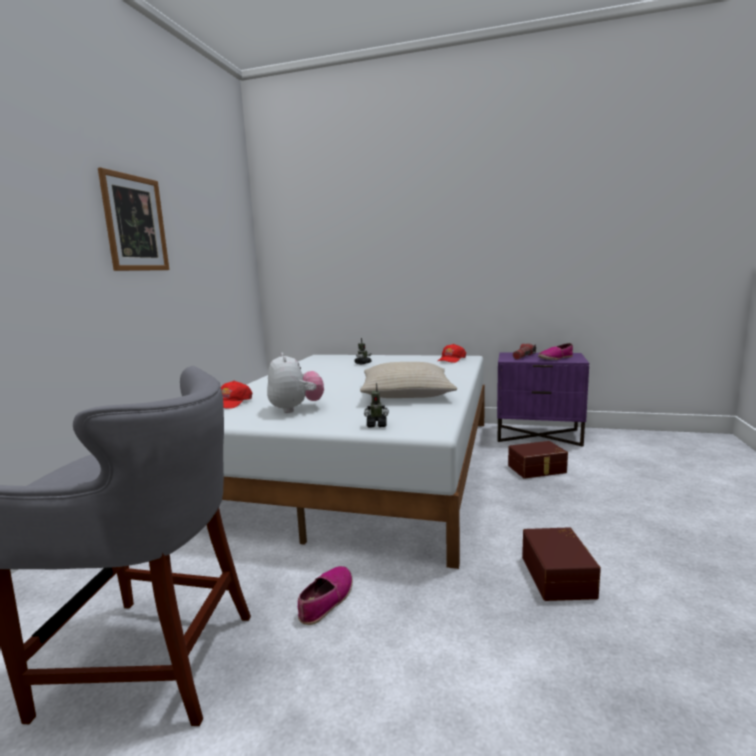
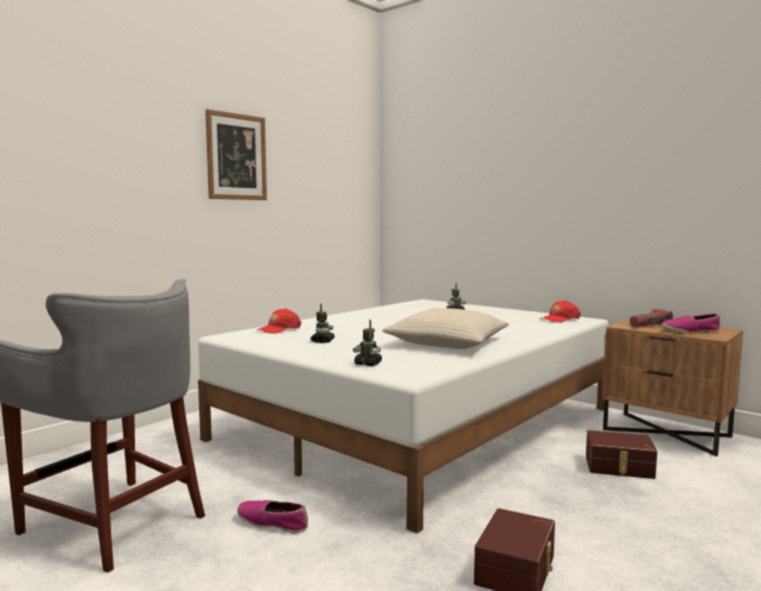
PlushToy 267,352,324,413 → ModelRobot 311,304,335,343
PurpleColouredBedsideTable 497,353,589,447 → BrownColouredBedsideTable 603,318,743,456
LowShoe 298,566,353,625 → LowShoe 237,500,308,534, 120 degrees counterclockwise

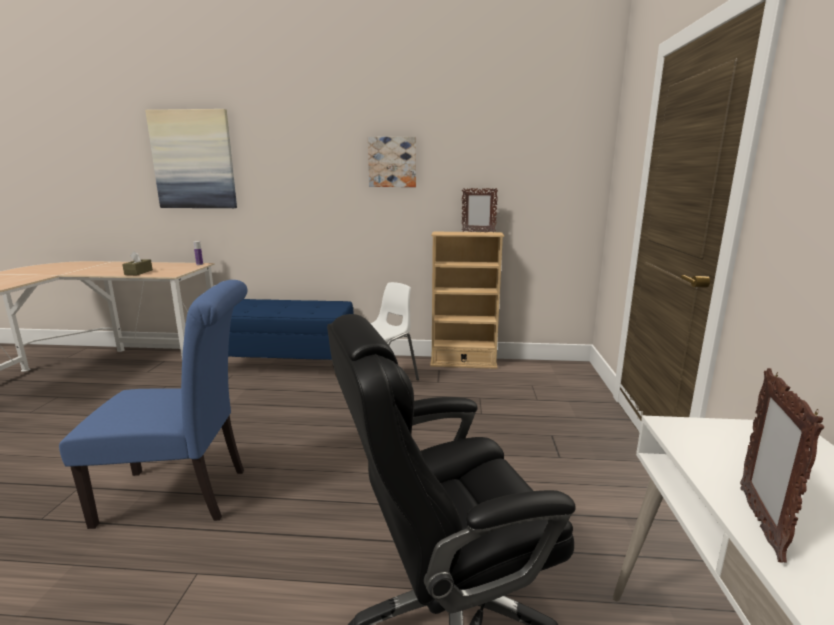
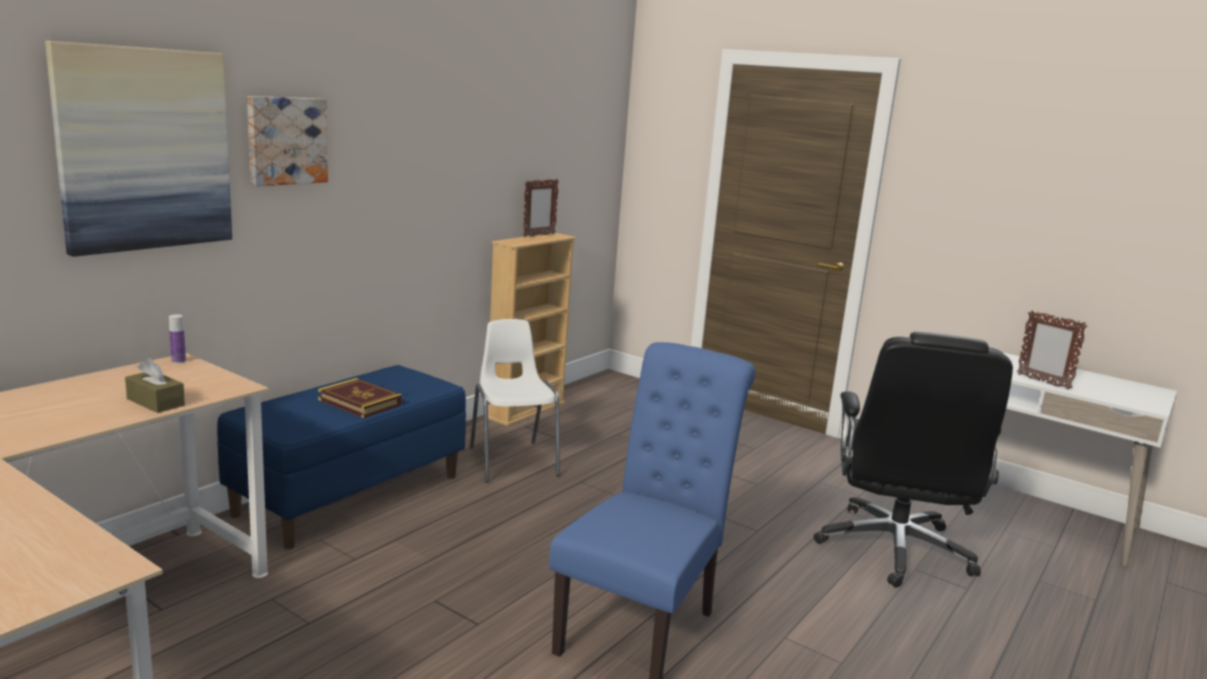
- → Volume 318,378,402,418
WallPicture 368,137,416,187 → WallPicture 247,96,328,186, relocated

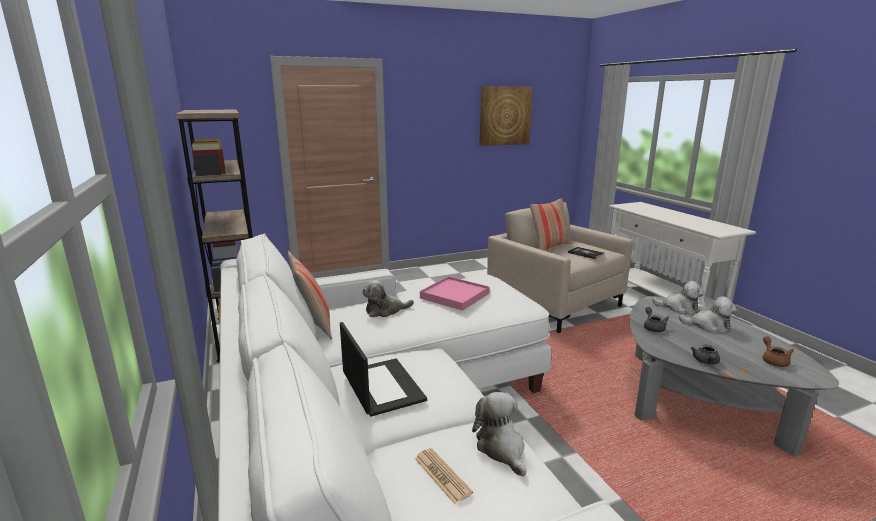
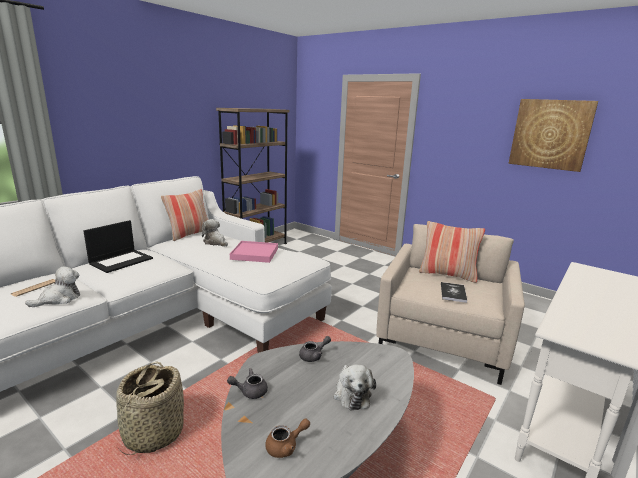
PlushToy 652,281,704,314 → -
- → StorageBasket 116,361,184,455

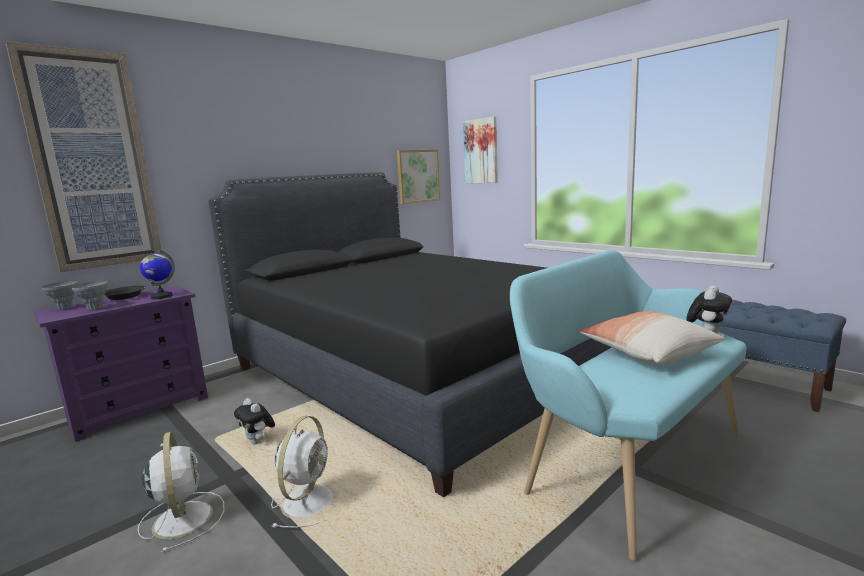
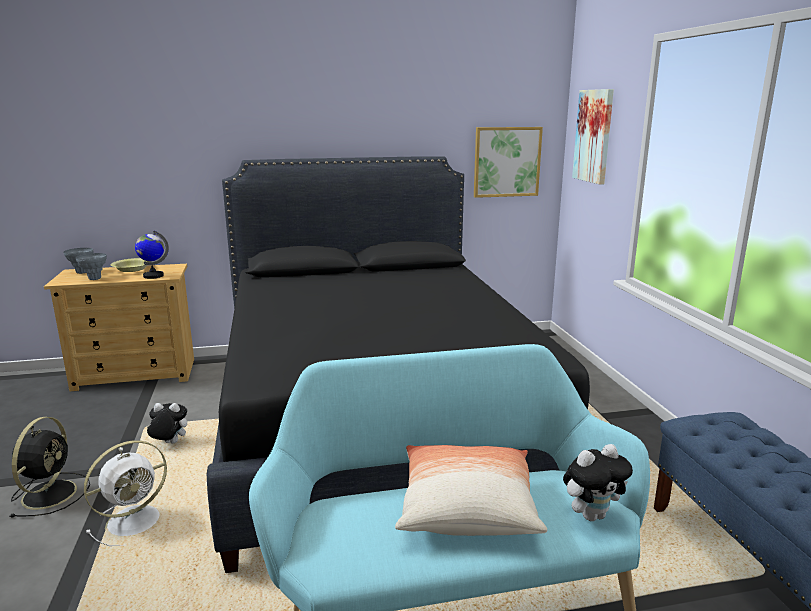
WallPicture 5,42,162,272 → -
PurpleColouredDresser 33,286,208,442 → BeigeDresser 44,264,194,392
BlackBowl 104,286,146,300 → YellowColouredBowl 111,258,152,272
WhitishElectricFan 137,432,224,553 → BlackElectricFan 10,417,90,517
PlushToy 234,398,275,444 → PlushToy 147,403,187,444, 105 degrees clockwise

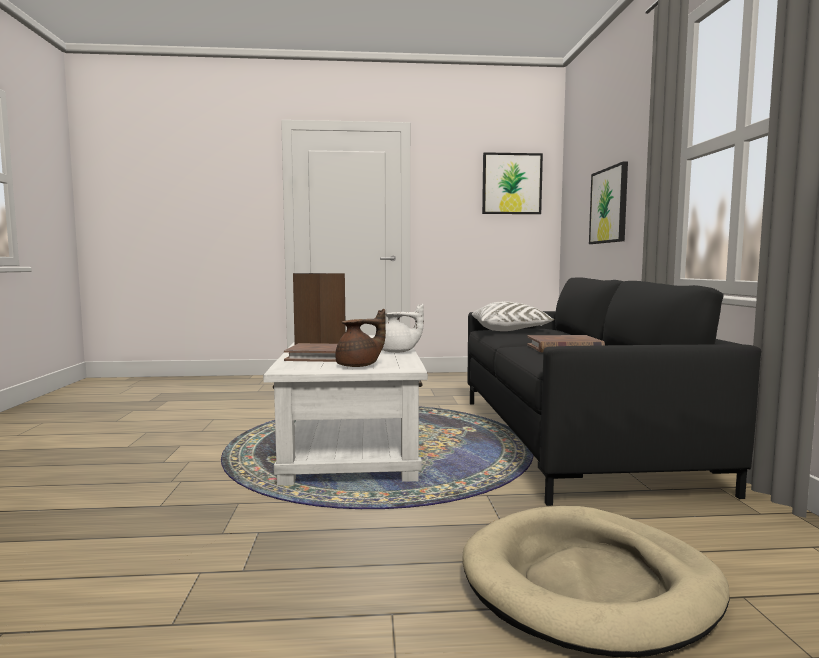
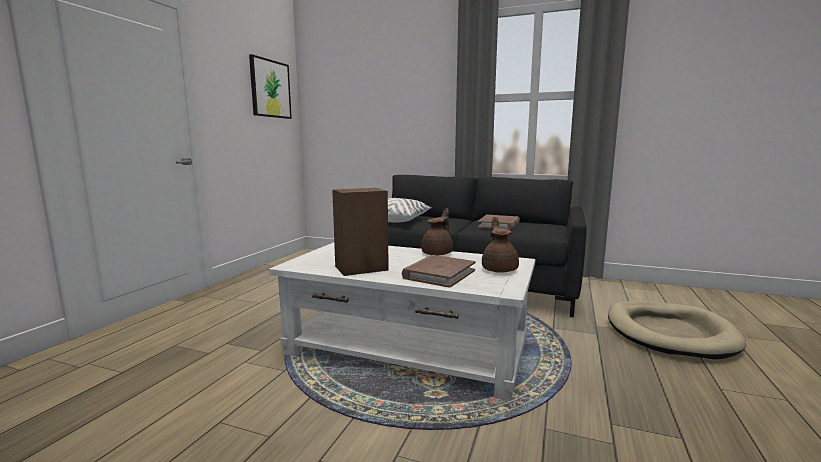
WallPicture 589,161,628,244 → -
WhitishTeapot 382,304,424,353 → BrownColouredTeapot 421,208,453,255

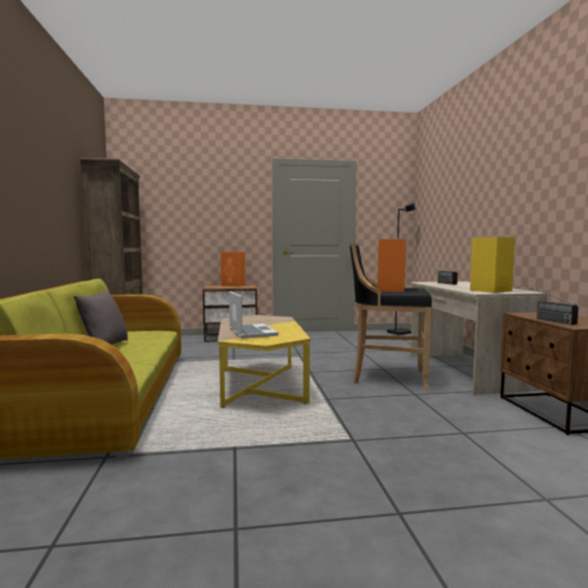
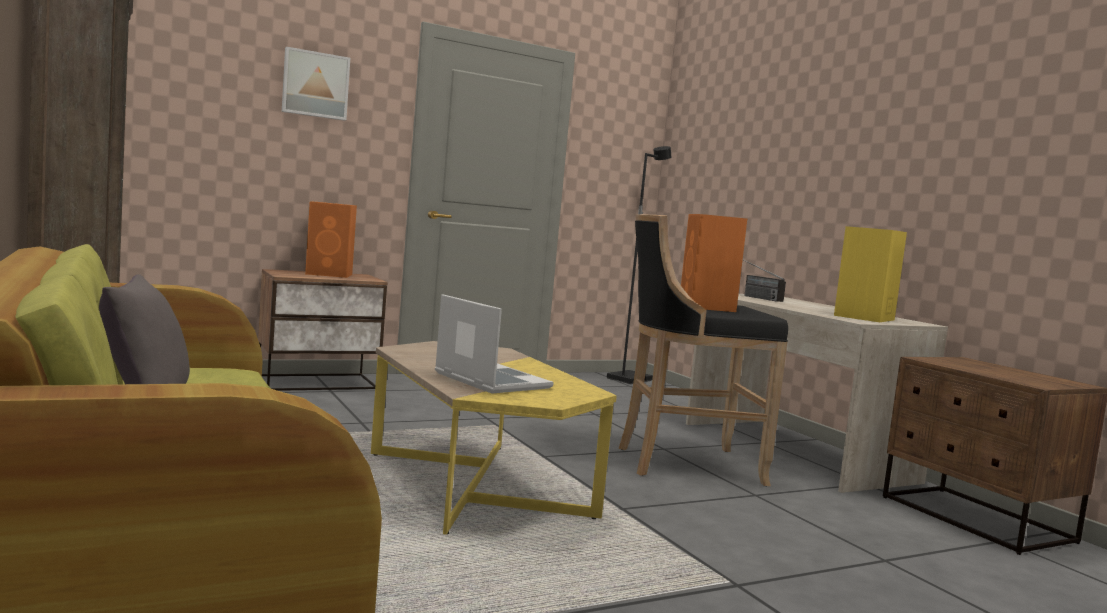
RadioReceiver 528,286,579,325 → -
- → WallPicture 282,47,350,121

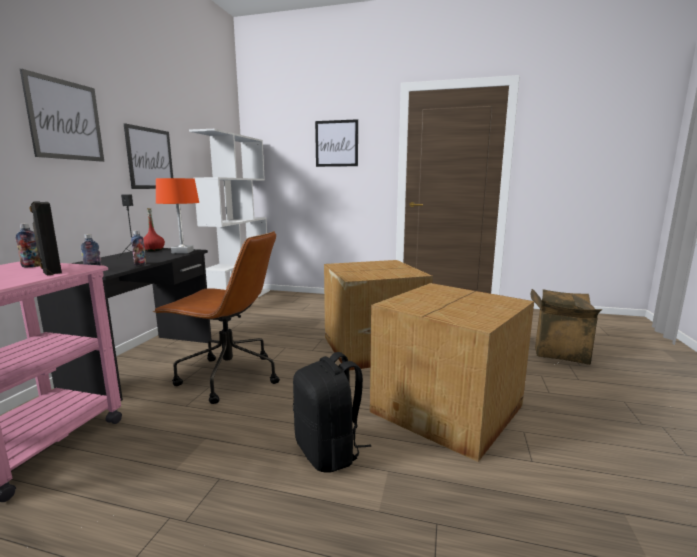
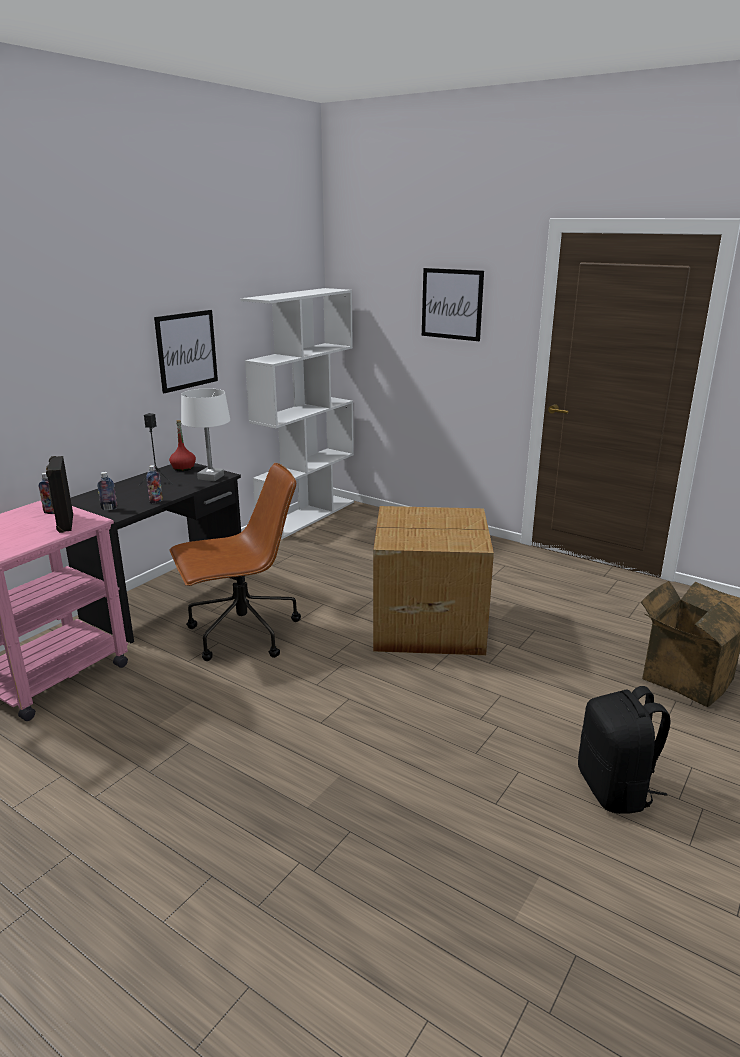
WallPicture 20,69,104,162 → -
CardboardBox 370,283,534,462 → -
BlackRucksack 293,352,371,473 → BlackRucksack 578,686,671,814, relocated
OrangeyTabletopLamp 156,178,199,253 → WhitishTabletopLamp 181,388,230,481
BrownColouredDeskChair 153,231,280,404 → BrownColouredDeskChair 170,463,301,661, 60 degrees counterclockwise

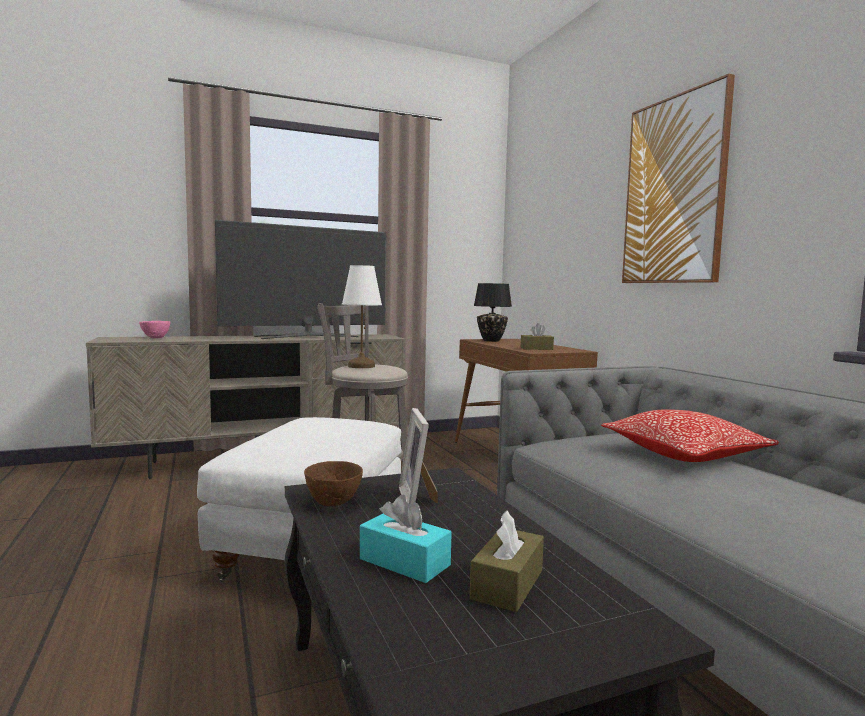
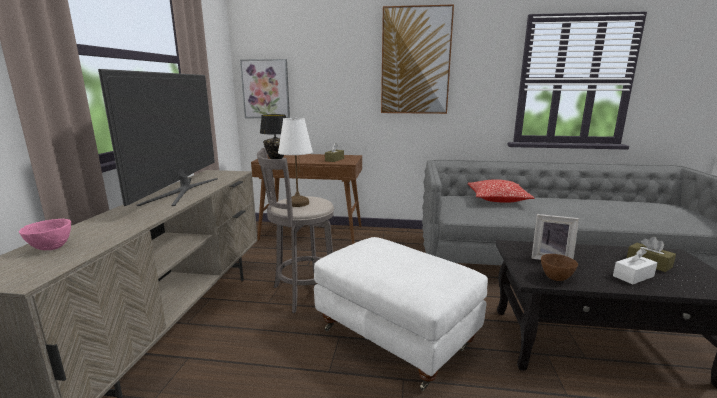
- → WallPicture 240,59,290,118
TurquoiseColouredBoxOfTissues 360,495,452,583 → WhitishBoxOfTissues 613,248,658,284

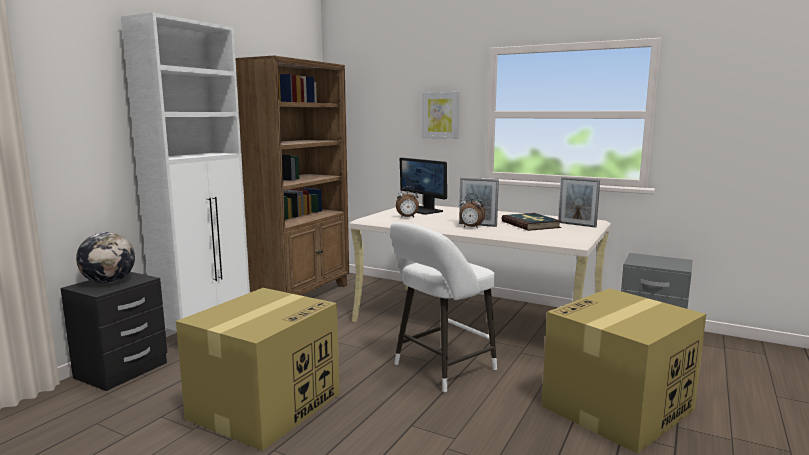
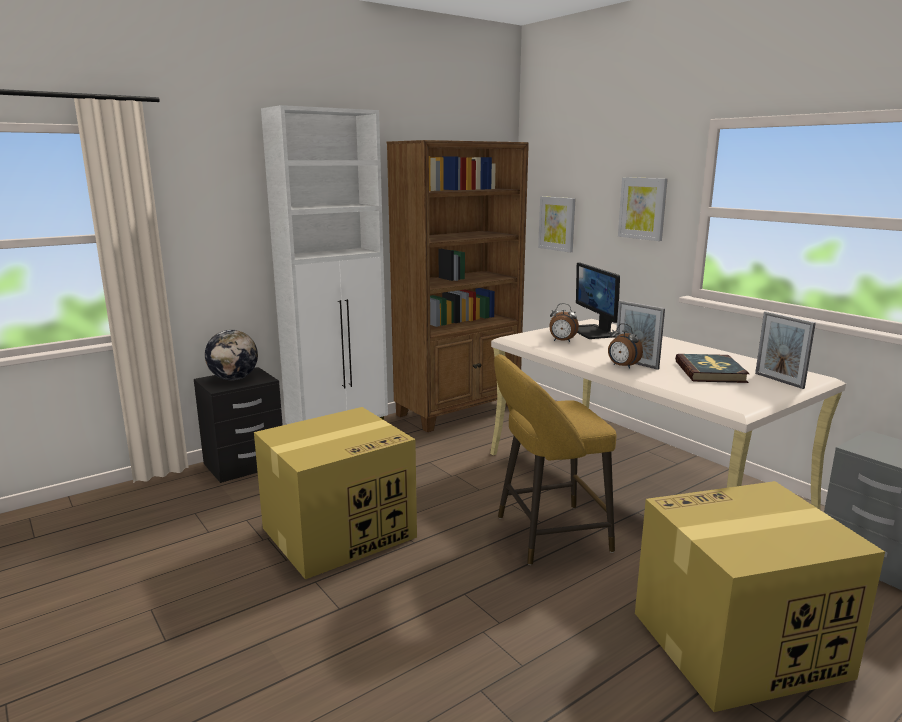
- → WallPicture 538,196,576,252
WhitishStoolSeat 390,222,497,393 → YellowColouredStoolSeat 494,354,616,565

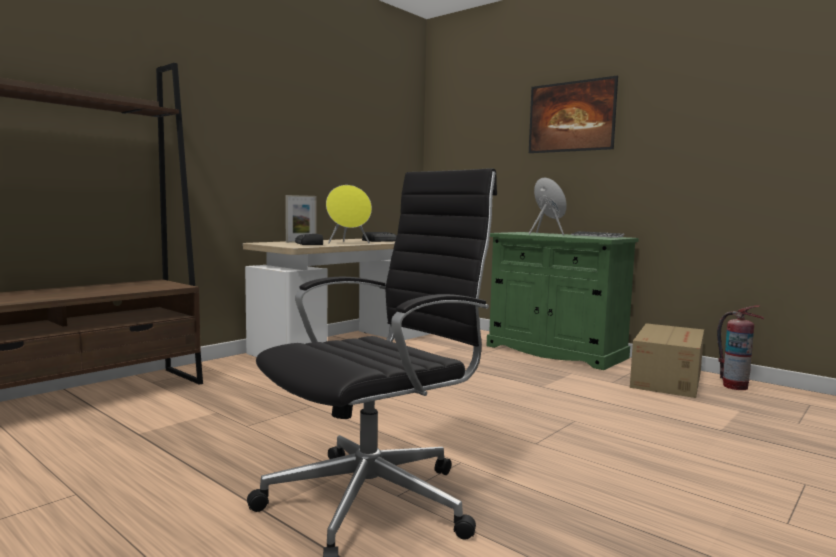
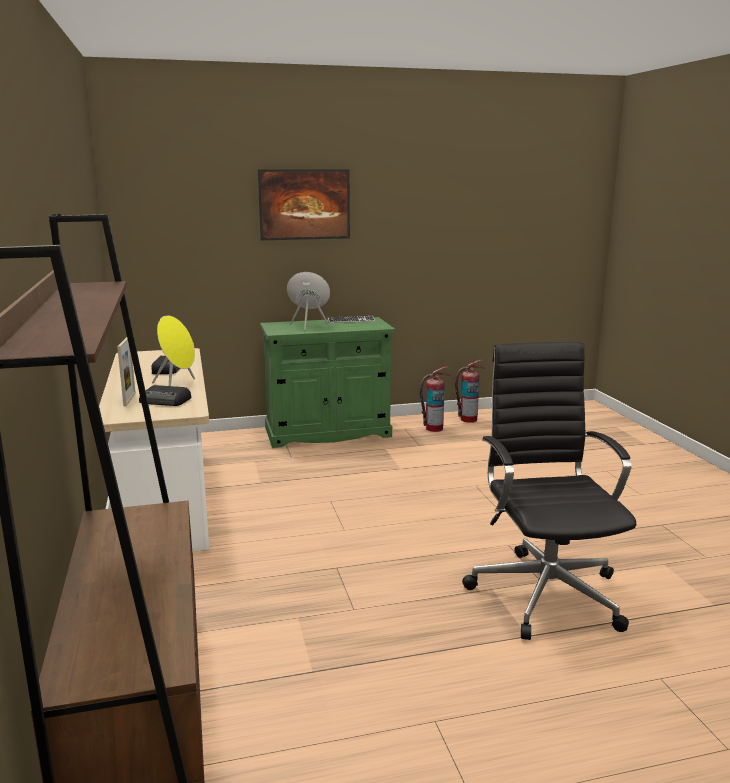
CardboardBox 630,323,704,398 → FireExtinguisher 420,366,451,432

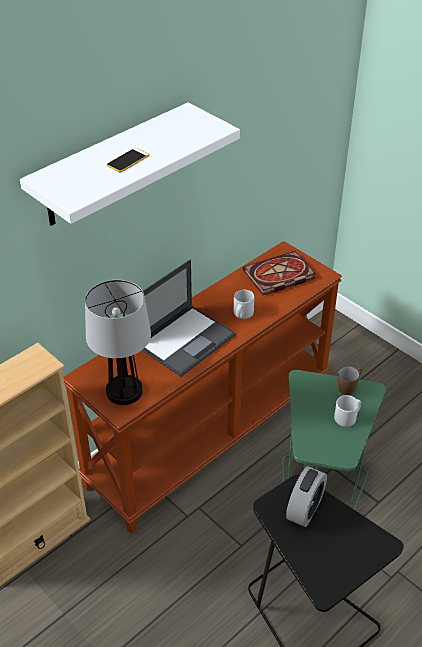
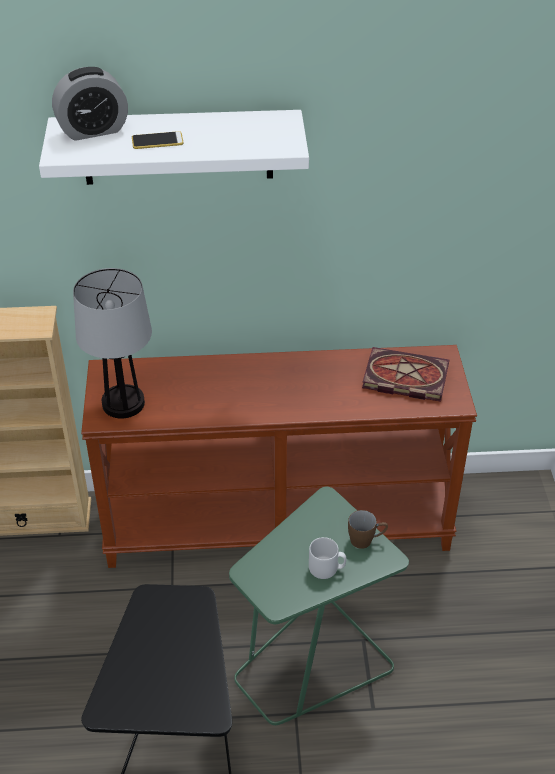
NotebookComputer 142,259,236,377 → -
GreyCoffeeMug 234,290,254,319 → -
AlarmClock 286,466,327,527 → AlarmClock 52,67,128,141, relocated

